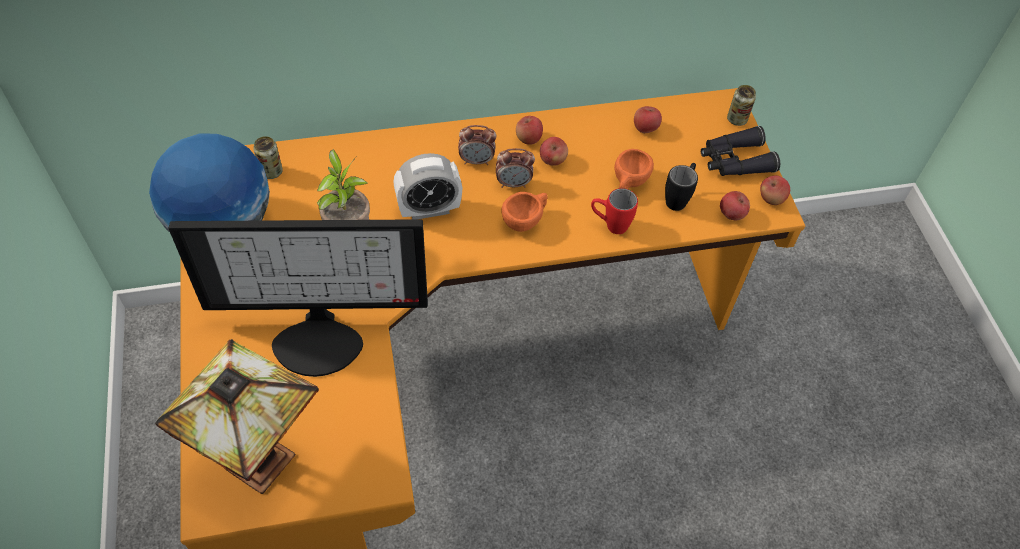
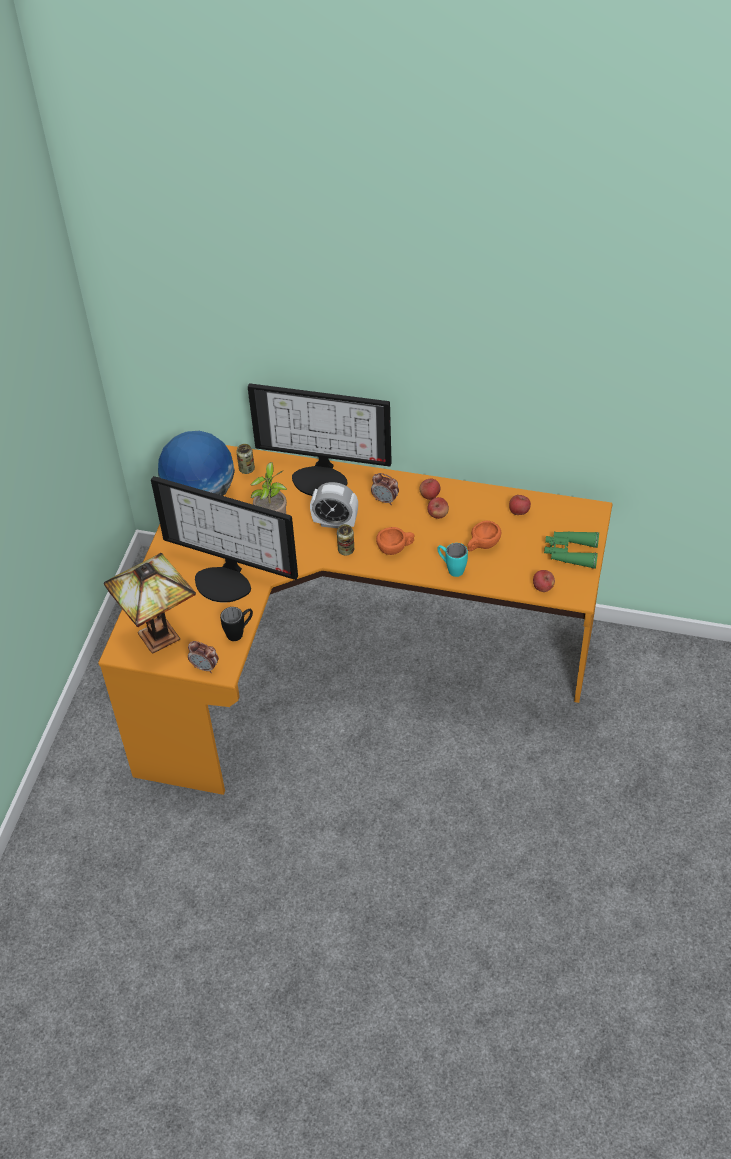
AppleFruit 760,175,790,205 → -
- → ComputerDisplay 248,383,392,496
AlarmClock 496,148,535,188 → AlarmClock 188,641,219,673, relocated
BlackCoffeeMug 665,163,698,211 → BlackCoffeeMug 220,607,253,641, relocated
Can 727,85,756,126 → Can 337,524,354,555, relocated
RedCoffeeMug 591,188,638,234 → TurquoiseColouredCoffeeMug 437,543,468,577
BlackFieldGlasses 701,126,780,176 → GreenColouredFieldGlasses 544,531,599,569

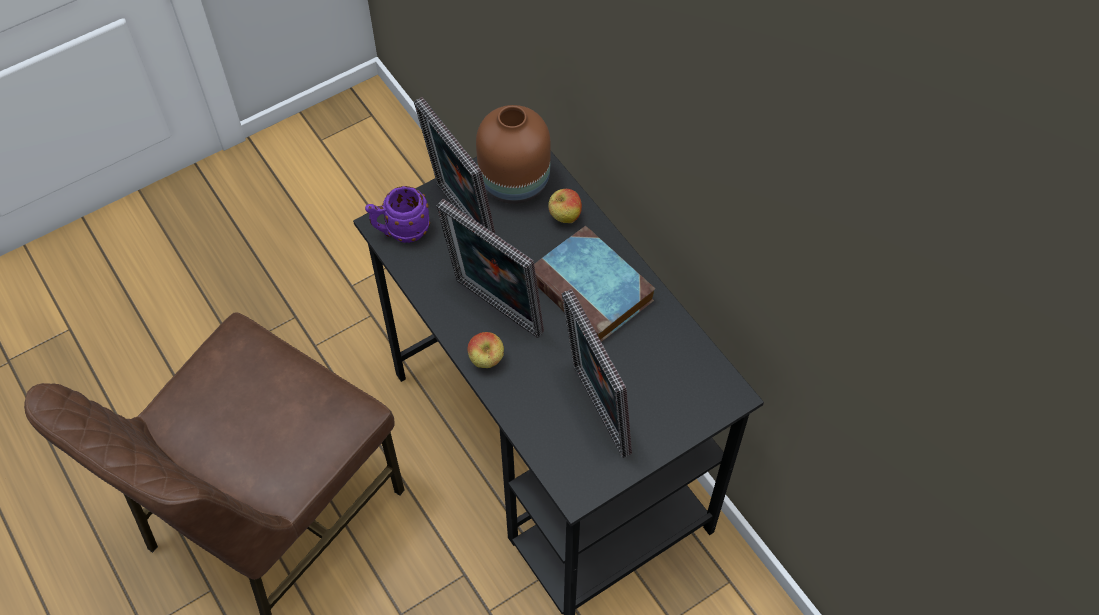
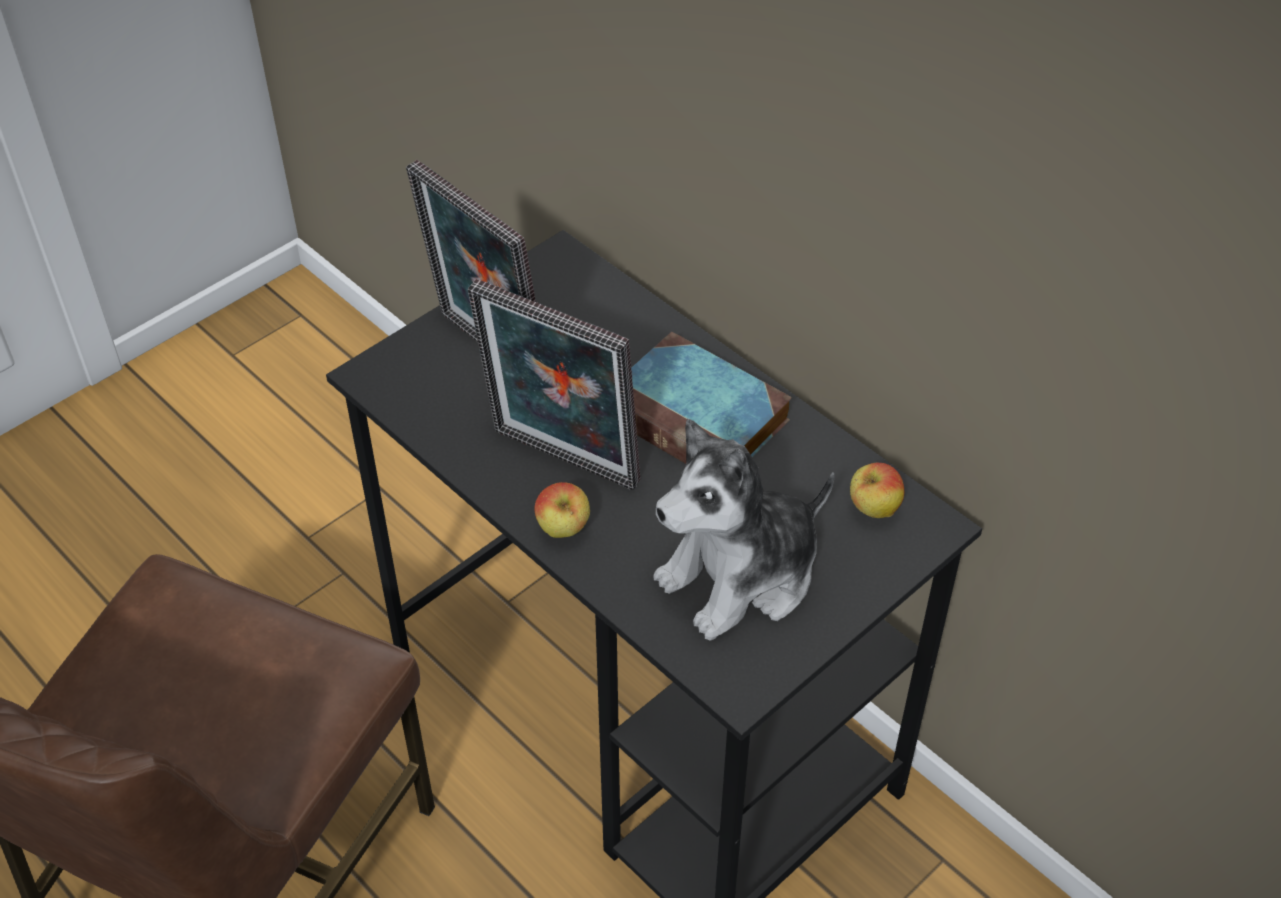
PurpleColouredCoffeeMug 365,186,430,243 → -
BrownColouredVase 476,105,551,204 → -
AppleFruit 548,189,582,223 → AppleFruit 850,463,904,518, relocated
PictureFrame 562,289,632,458 → PlushToy 654,418,835,641

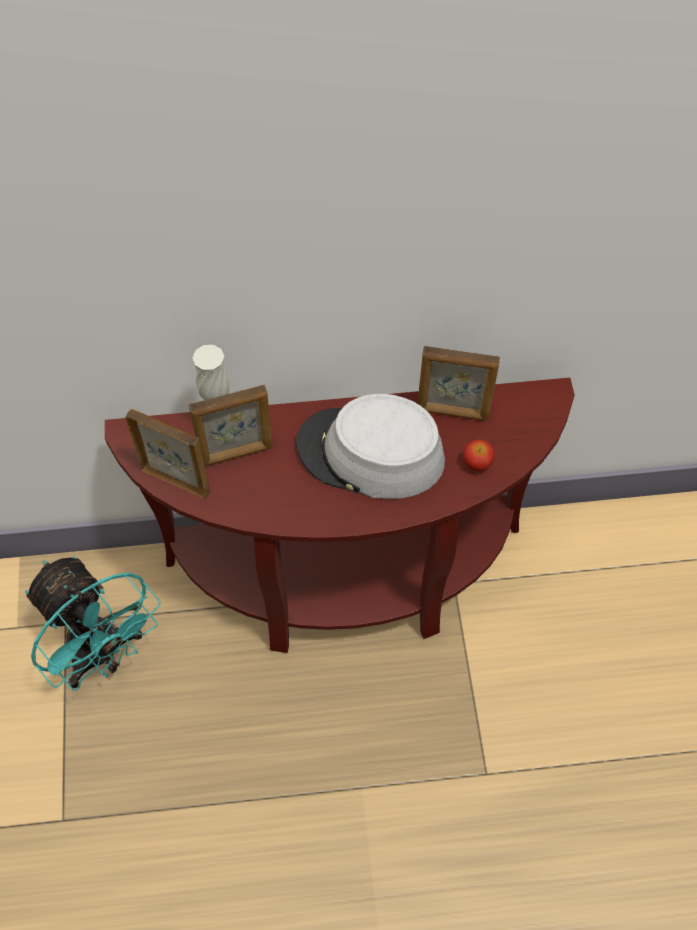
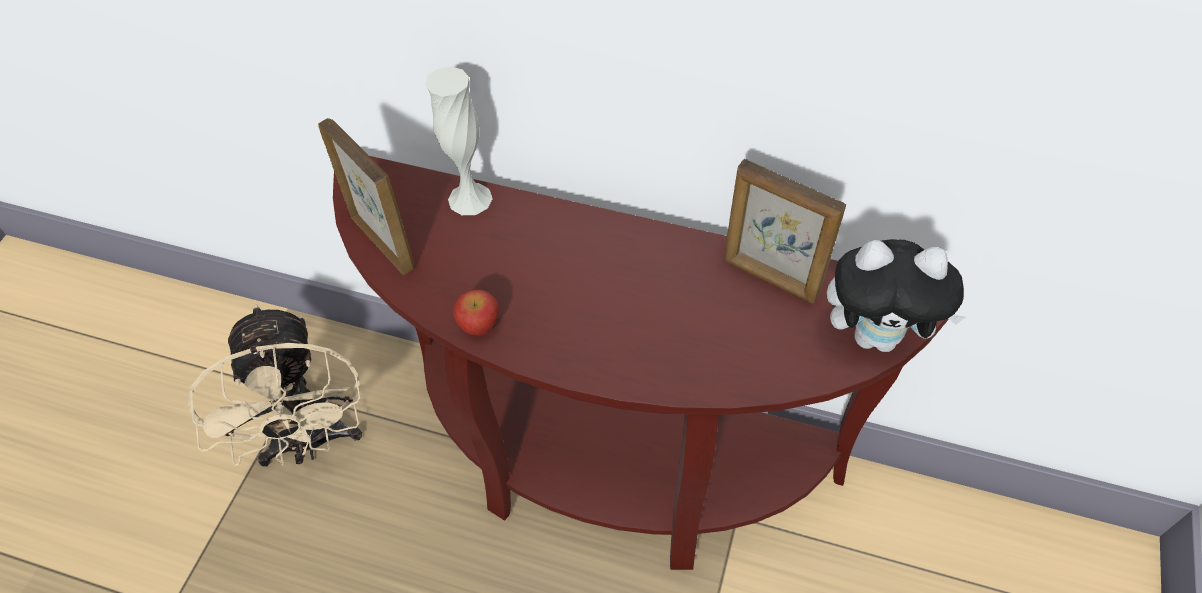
PictureFrame 189,385,272,467 → -
GreyClothingHat 296,394,445,499 → -
- → PlushToy 827,239,965,352
AppleFruit 463,440,495,472 → AppleFruit 453,290,499,336, relocated
TurquoiseColouredElectricFan 25,556,160,691 → BeigeElectricFan 187,304,362,466

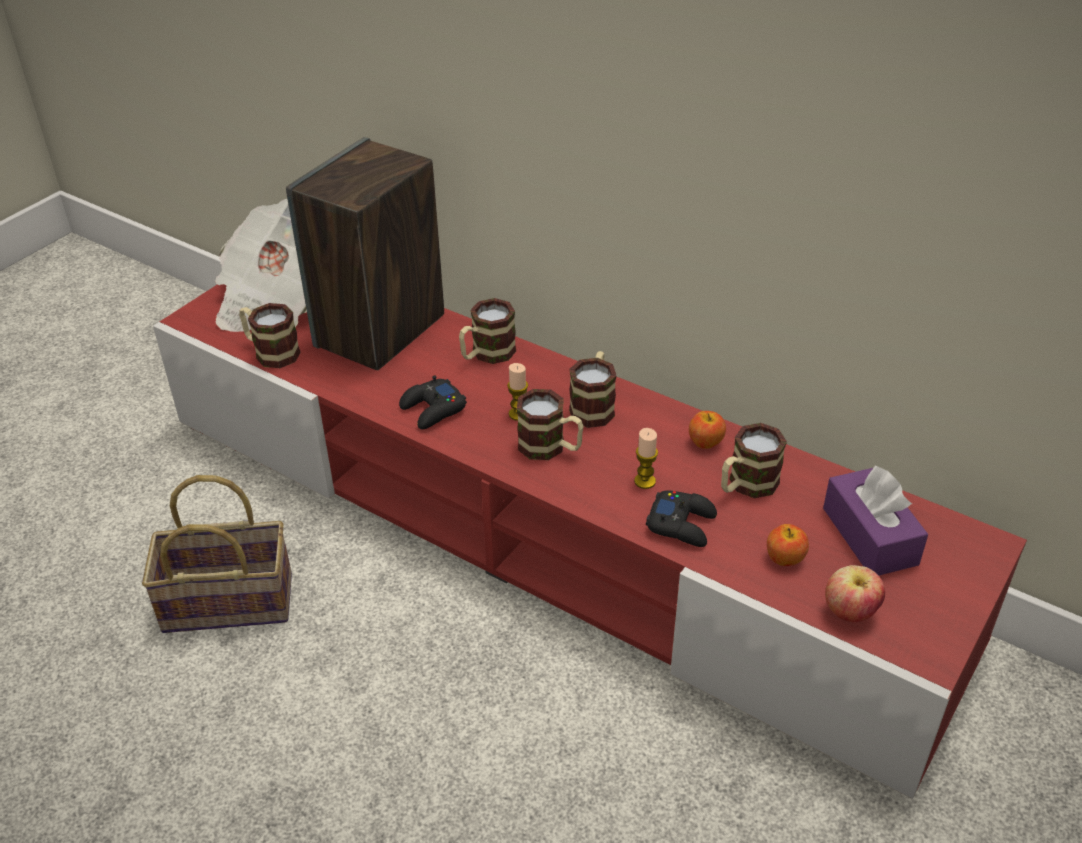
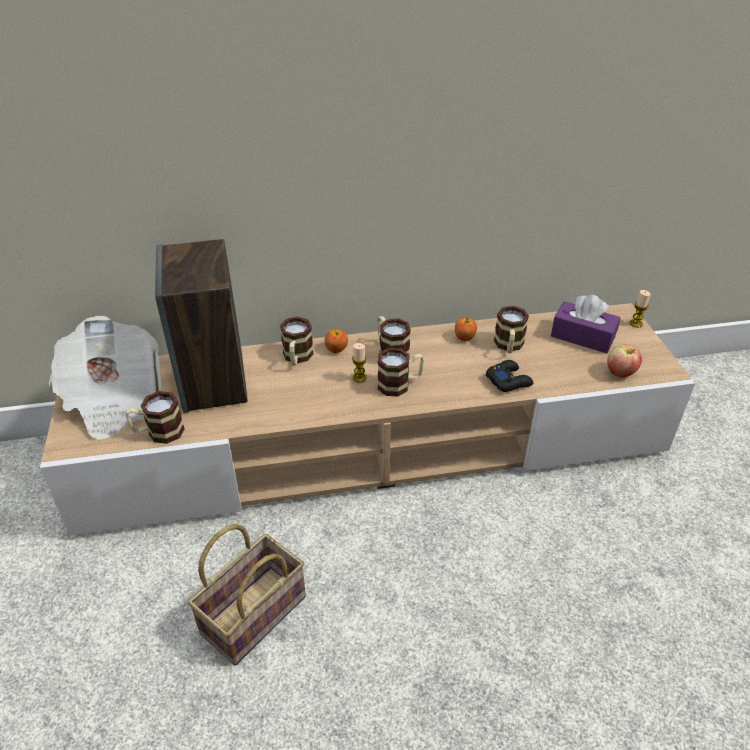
BlackJoypad 399,375,467,430 → -
WaxCandle 634,428,658,489 → WaxCandle 630,290,650,328, relocated
AppleFruit 767,524,809,566 → AppleFruit 325,329,348,353, relocated
RedMediaConsole 153,284,1027,799 → BeigeMediaConsole 40,303,695,536

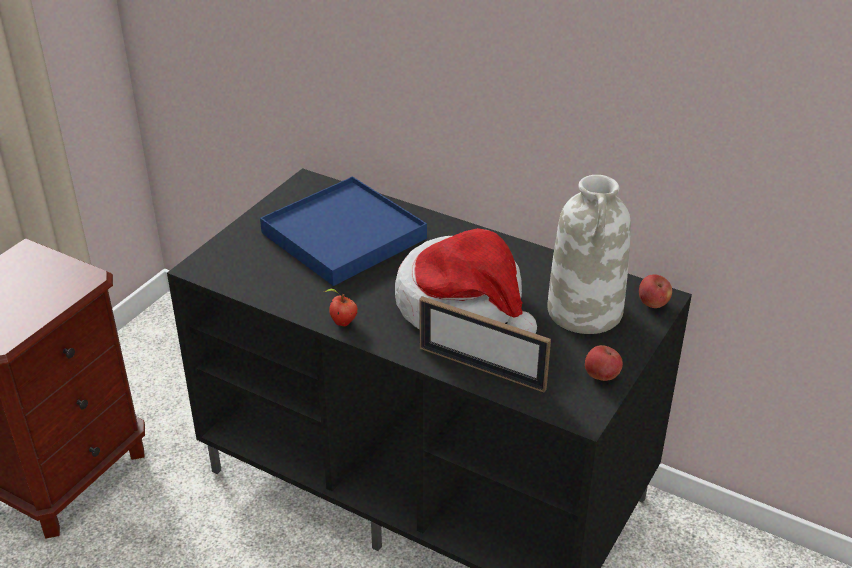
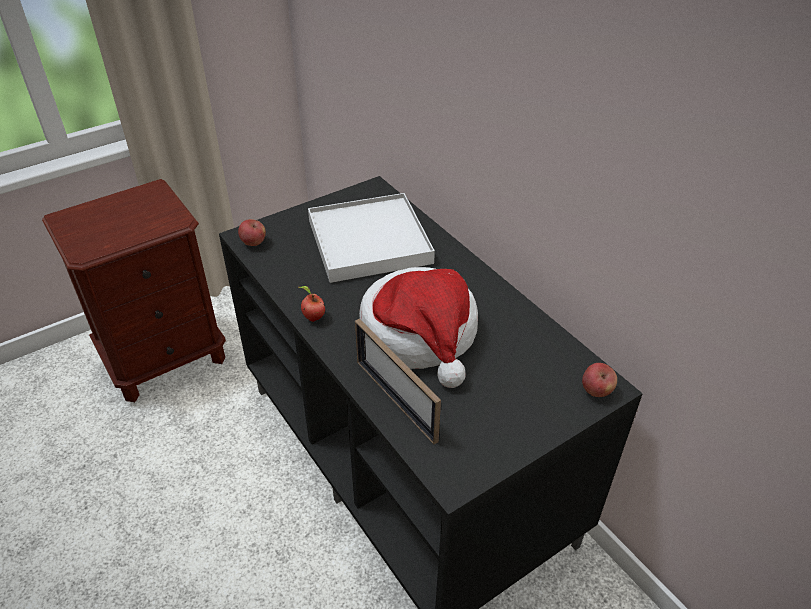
WhitishVase 547,175,631,334 → -
AppleFruit 585,345,623,381 → AppleFruit 238,219,266,246, relocated
BluishTray 260,177,427,286 → WhitishTray 308,193,435,283

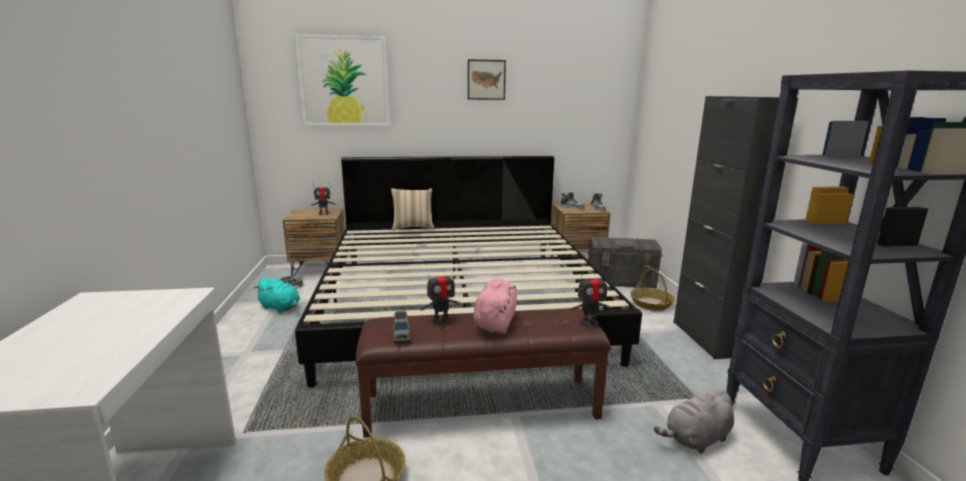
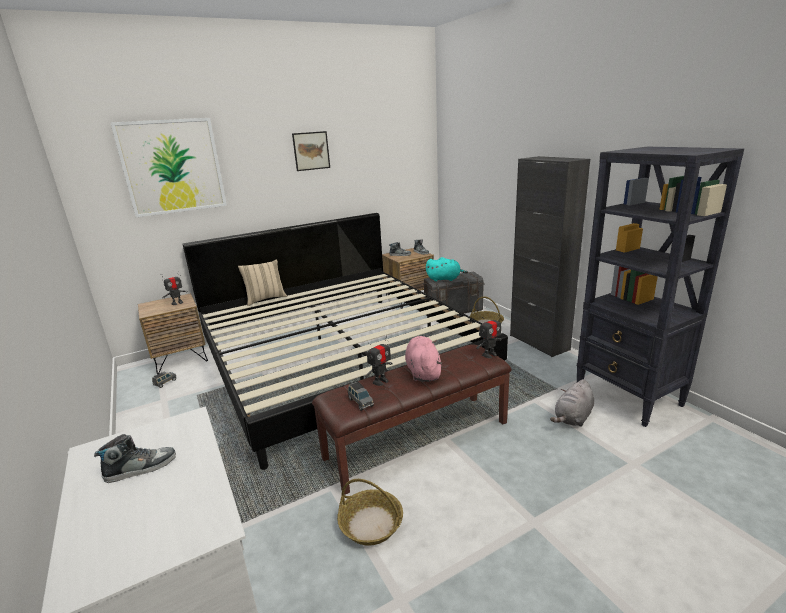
- → LowShoe 94,434,176,483
TurquoiseColouredPlushToy 254,277,300,313 → TurquoiseColouredPlushToy 426,257,468,282, relocated

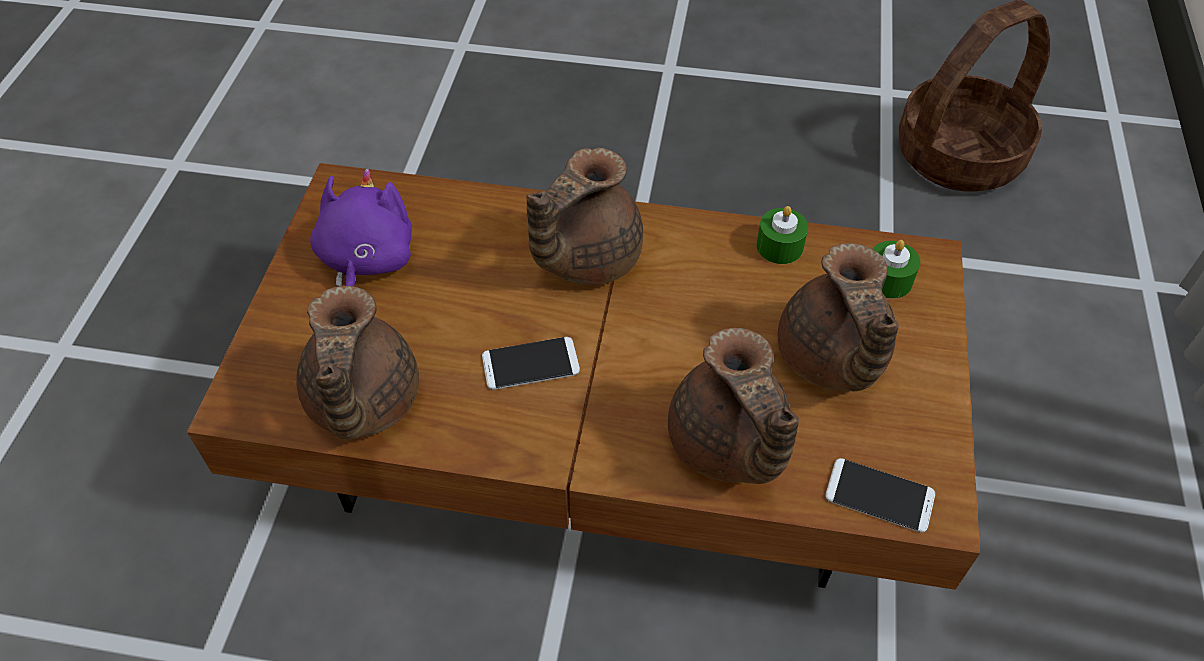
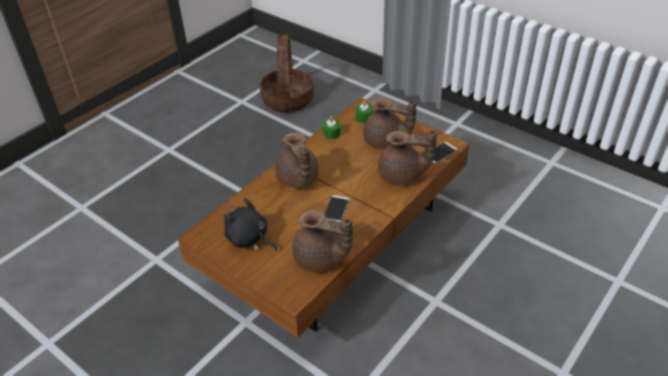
PurpleColouredPlushToy 310,169,412,286 → BlackPlushToy 224,198,277,251

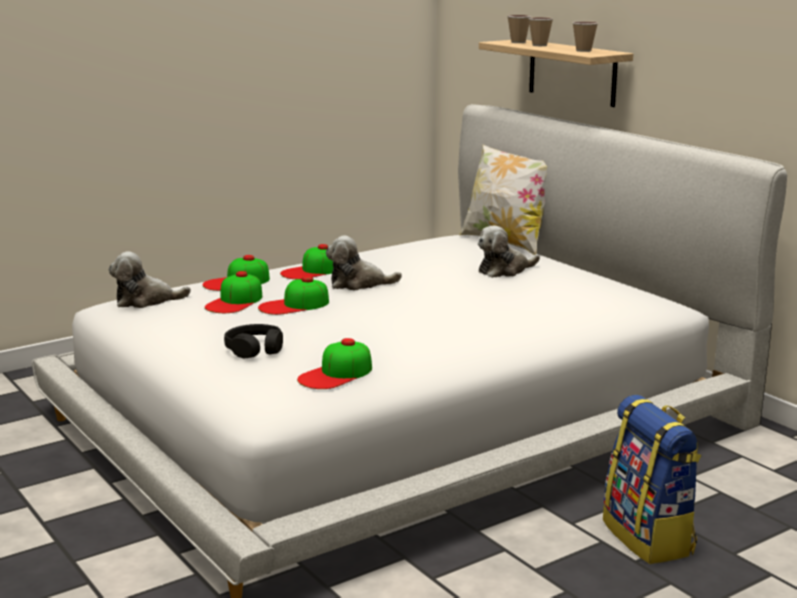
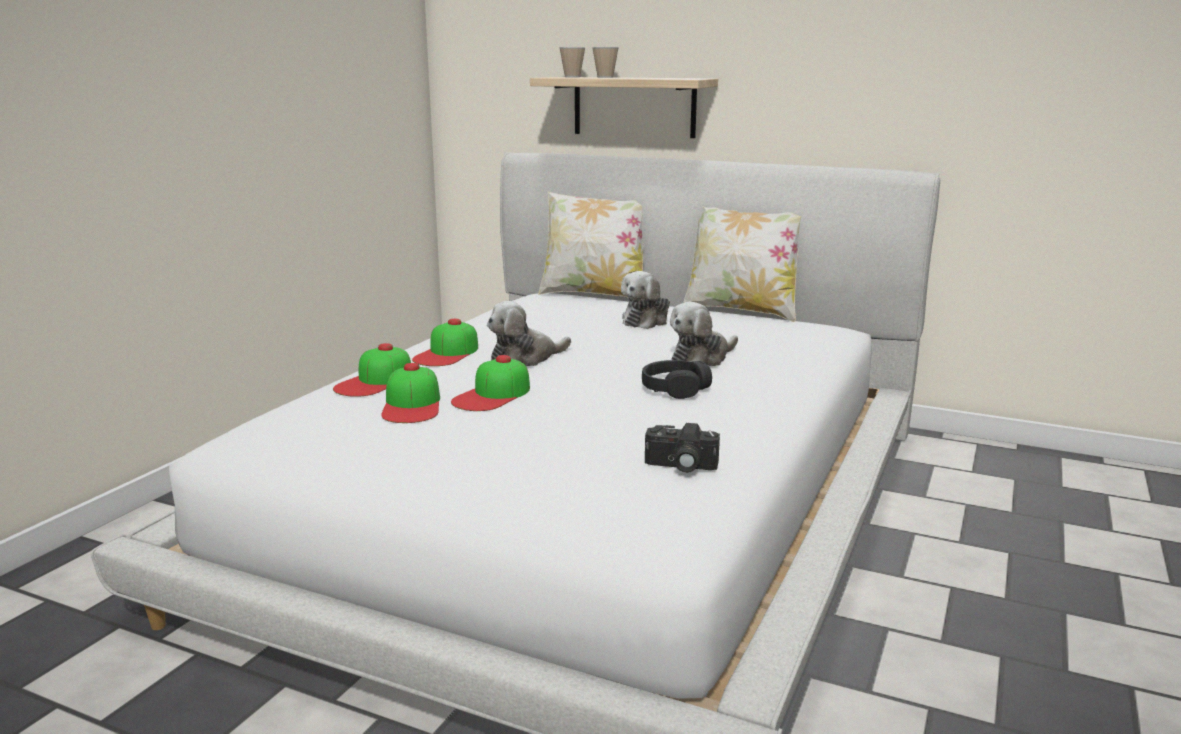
Cup 573,21,598,52 → -
Rucksack 603,395,701,564 → -
- → Pillow 683,207,801,322
PlushToy 109,252,191,308 → PlushToy 670,302,738,366, relocated
BlackPairOfHeadphones 224,324,283,359 → BlackPairOfHeadphones 642,360,712,399, relocated
Cap 297,338,372,389 → StillCamera 645,423,720,473

